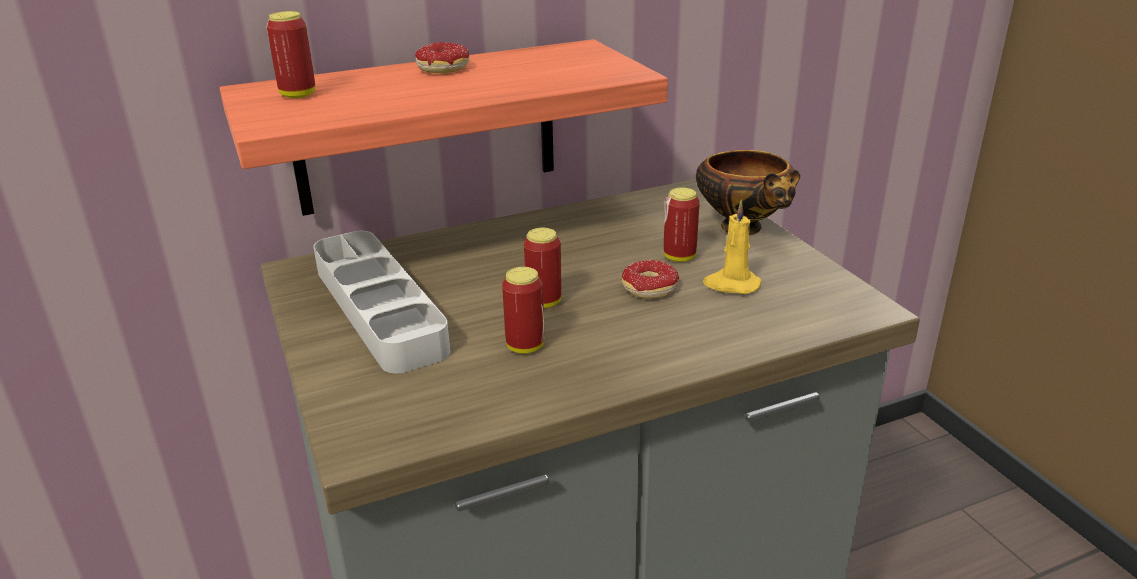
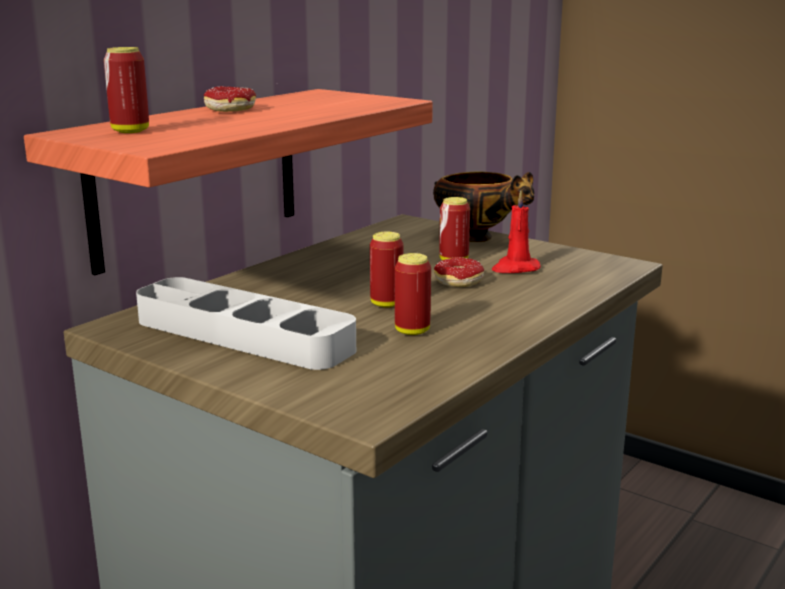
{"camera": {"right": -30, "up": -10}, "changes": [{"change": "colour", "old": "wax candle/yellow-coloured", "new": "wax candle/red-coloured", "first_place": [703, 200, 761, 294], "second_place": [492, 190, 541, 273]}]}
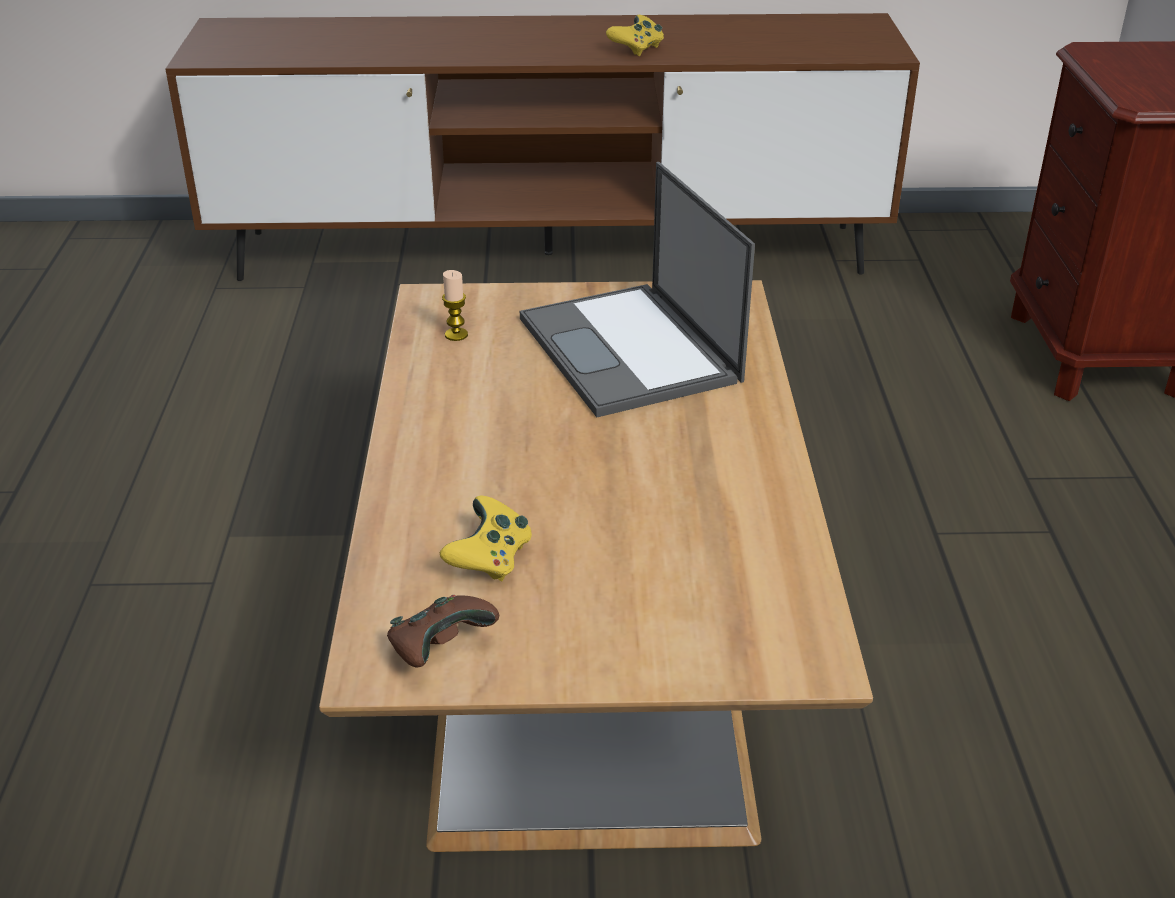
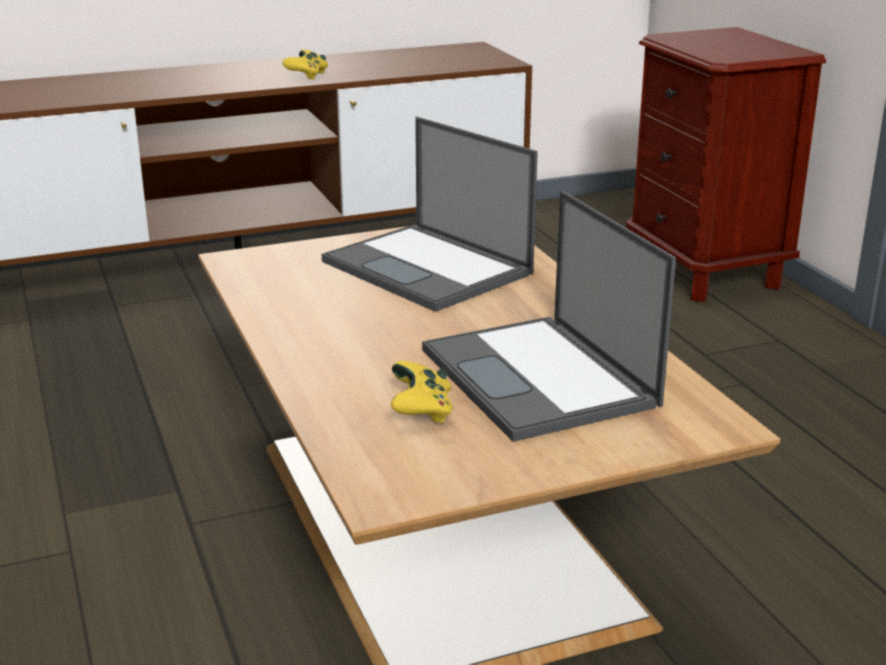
{"camera": {"right": -20, "up": -10}, "changes": [{"change": "missing", "old": "joypad/brown", "first_place": [387, 595, 499, 667]}, {"change": "missing", "old": "wax candle", "first_place": [442, 270, 468, 341]}, {"change": "appeared", "new": "portable computer", "second_place": [422, 190, 676, 442]}]}
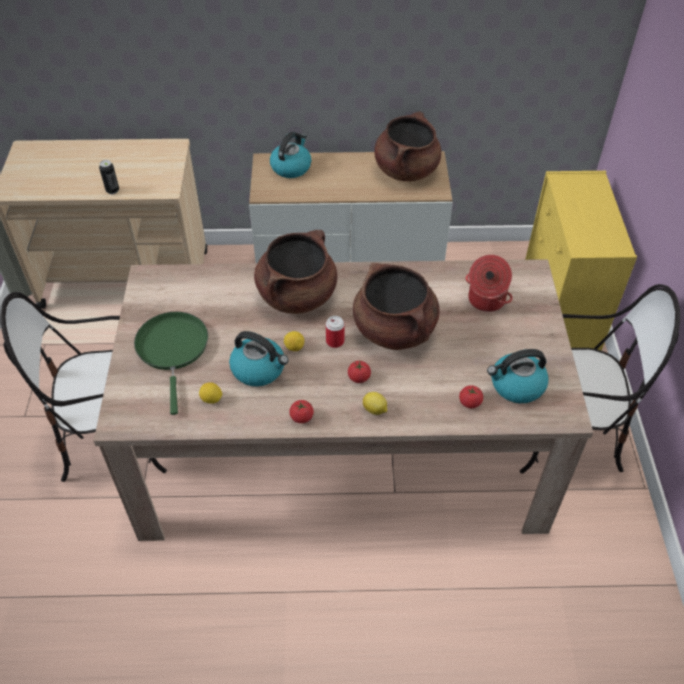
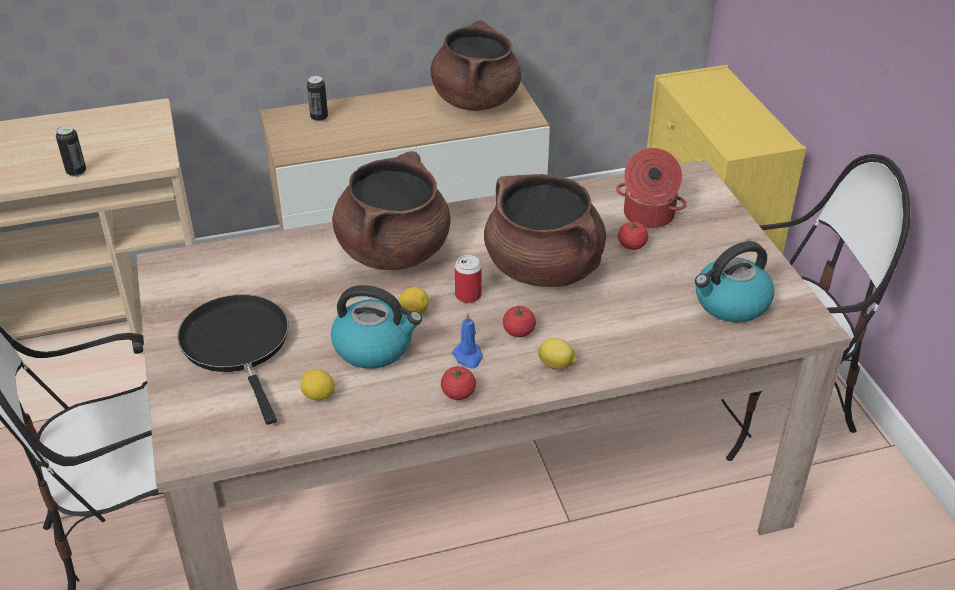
{"camera": {"right": -15, "up": -10}, "changes": [{"change": "appeared", "new": "wax candle/blue", "second_place": [452, 313, 483, 369]}, {"change": "relocated", "old": "tomato", "first_place": [459, 385, 483, 408], "second_place": [618, 221, 648, 250]}, {"change": "exchanged", "old": "kettle", "new": "can", "first_place": [270, 132, 311, 178], "second_place": [307, 76, 328, 122]}, {"change": "colour", "old": "frying pan/greenish", "new": "frying pan/black", "first_place": [134, 312, 208, 415], "second_place": [177, 294, 289, 425]}]}
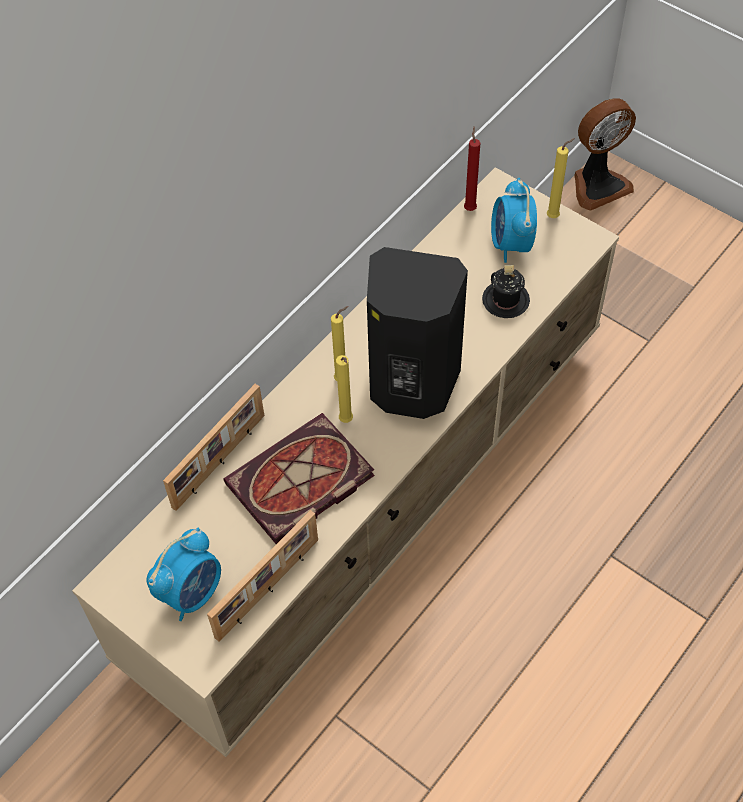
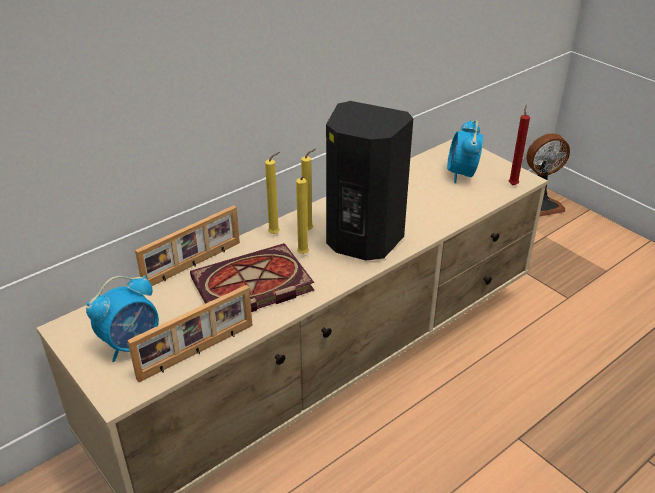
{"camera": {"right": 10, "up": -20}, "changes": [{"change": "missing", "old": "mug/black", "first_place": [482, 265, 530, 318]}, {"change": "relocated", "old": "wax candle/red-coloured", "first_place": [464, 126, 480, 211], "second_place": [509, 104, 530, 185]}, {"change": "relocated", "old": "wax candle/yellow-coloured", "first_place": [547, 138, 575, 218], "second_place": [265, 152, 280, 234]}]}
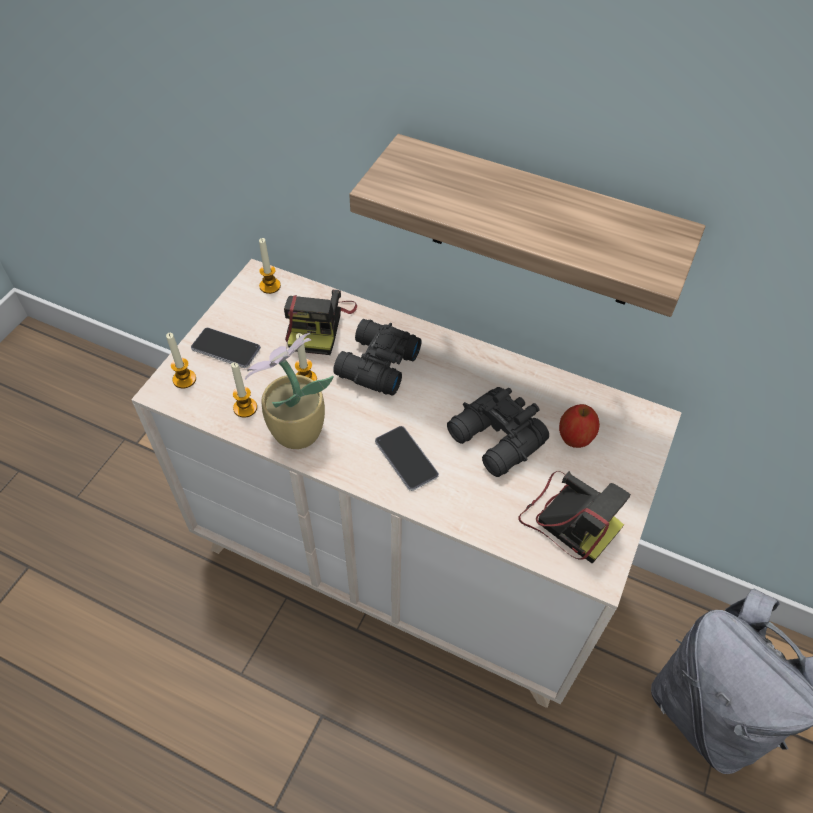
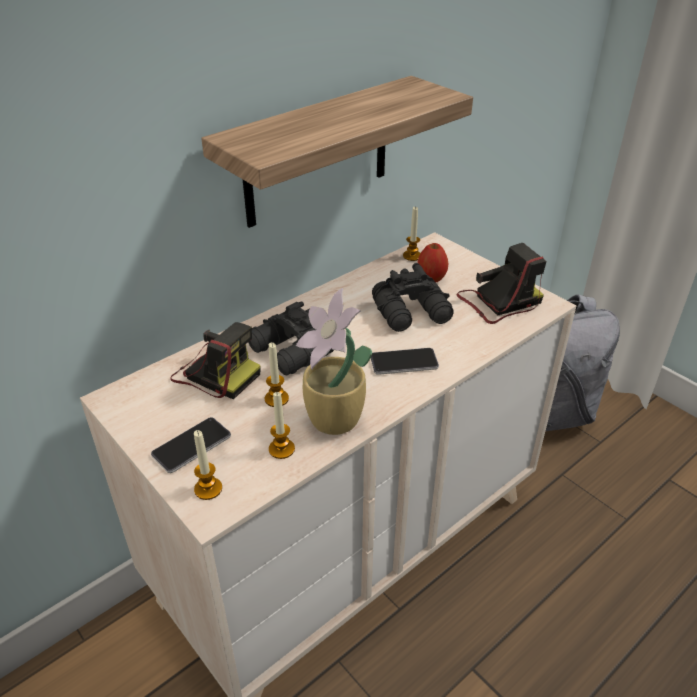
{"camera": {"right": -65, "up": -15}, "changes": [{"change": "relocated", "old": "wax candle", "first_place": [259, 238, 281, 294], "second_place": [403, 206, 420, 261]}]}
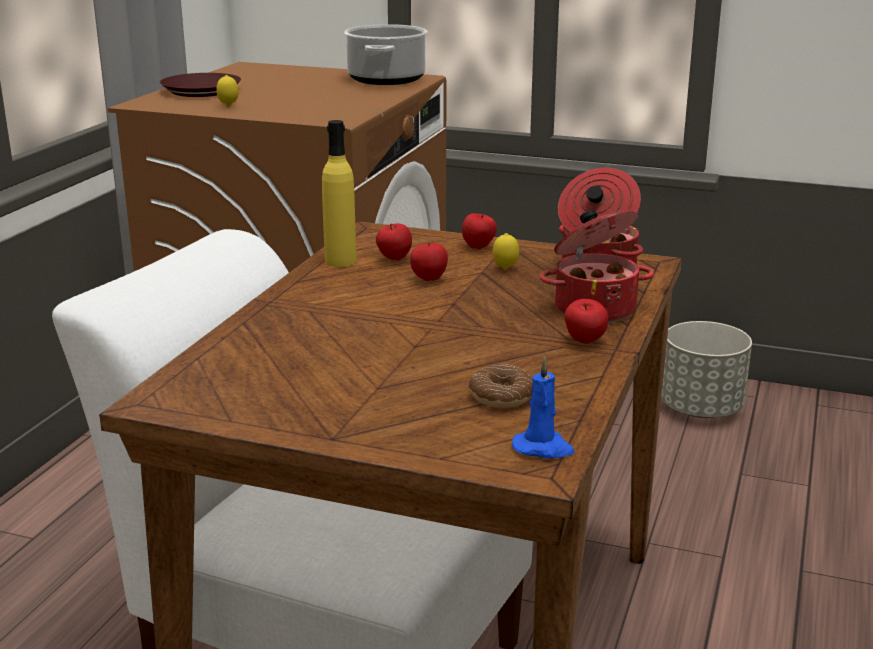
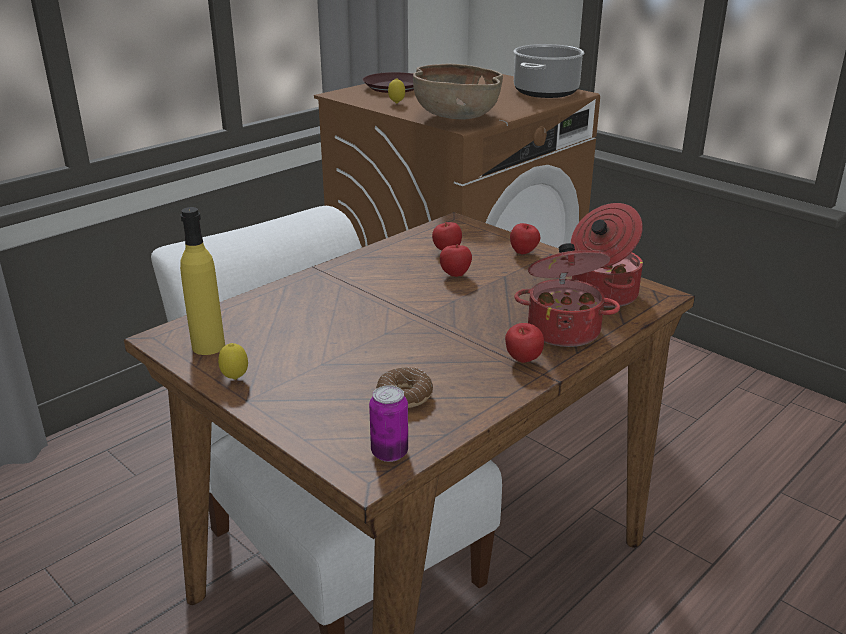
{"camera": {"right": 25, "up": 5}, "changes": [{"change": "missing", "old": "plant pot/grey", "first_place": [661, 321, 752, 418]}, {"change": "appeared", "new": "deep dish/brown", "second_place": [413, 64, 503, 119]}, {"change": "relocated", "old": "bottle/yellow-coloured", "first_place": [322, 120, 357, 267], "second_place": [180, 207, 225, 355]}, {"change": "relocated", "old": "whole lemon", "first_place": [493, 233, 519, 270], "second_place": [218, 343, 248, 380]}, {"change": "exchanged", "old": "wax candle/blue", "new": "can", "first_place": [512, 357, 575, 459], "second_place": [369, 385, 408, 462]}]}
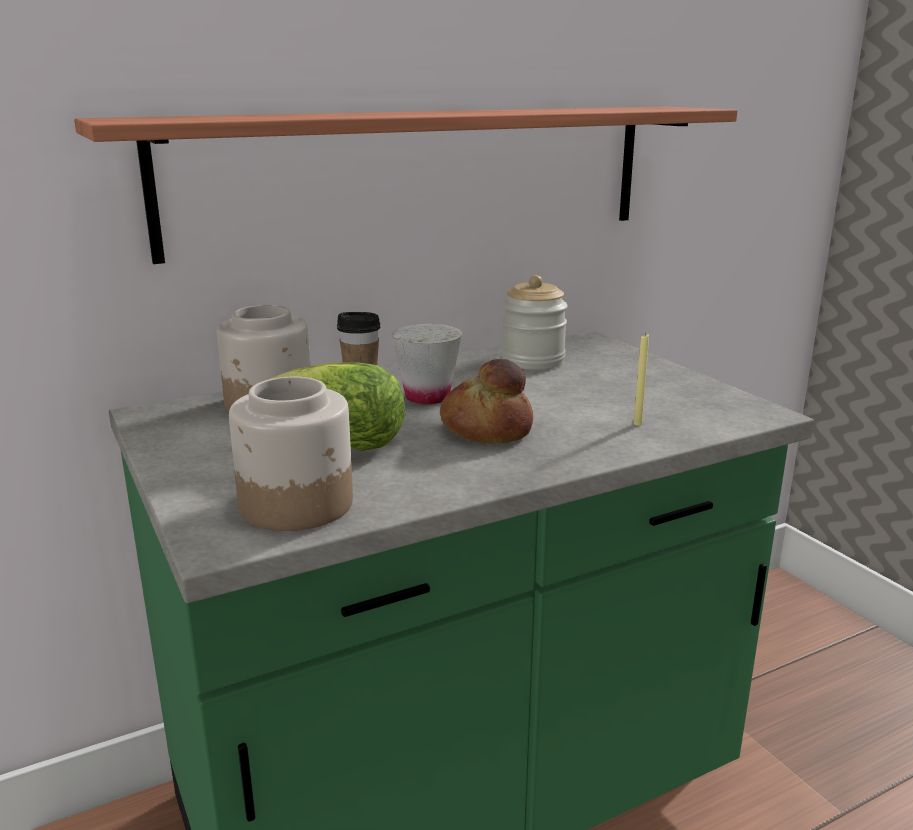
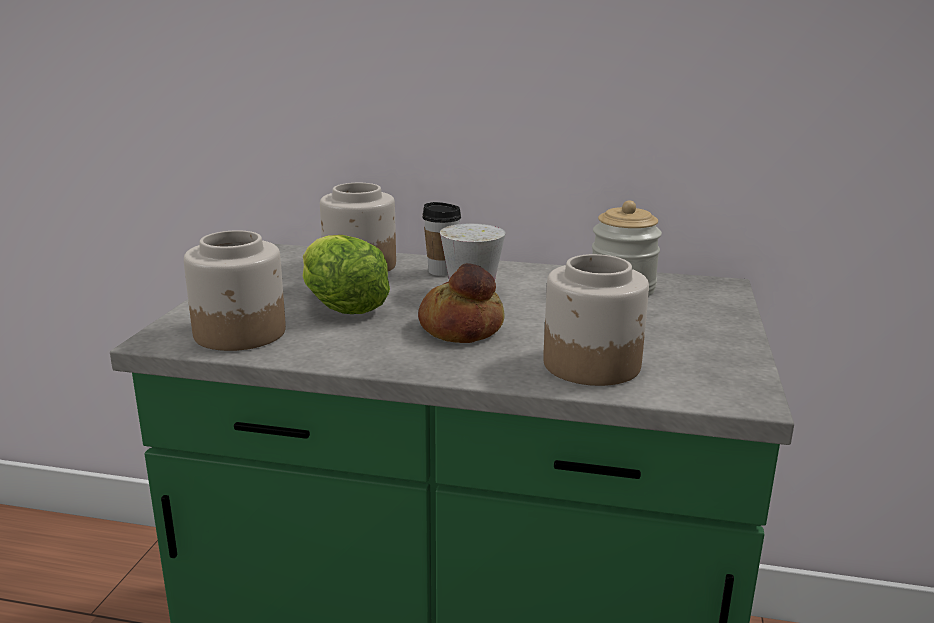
{"camera": {"right": 40, "up": 0}, "changes": [{"change": "missing", "old": "shelf", "first_place": [74, 107, 737, 264]}, {"change": "exchanged", "old": "wax candle/yellow-coloured", "new": "jar", "first_place": [633, 335, 649, 425], "second_place": [543, 254, 649, 386]}]}
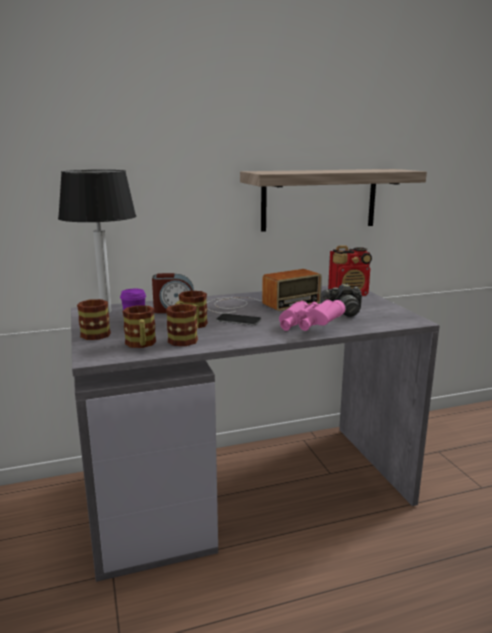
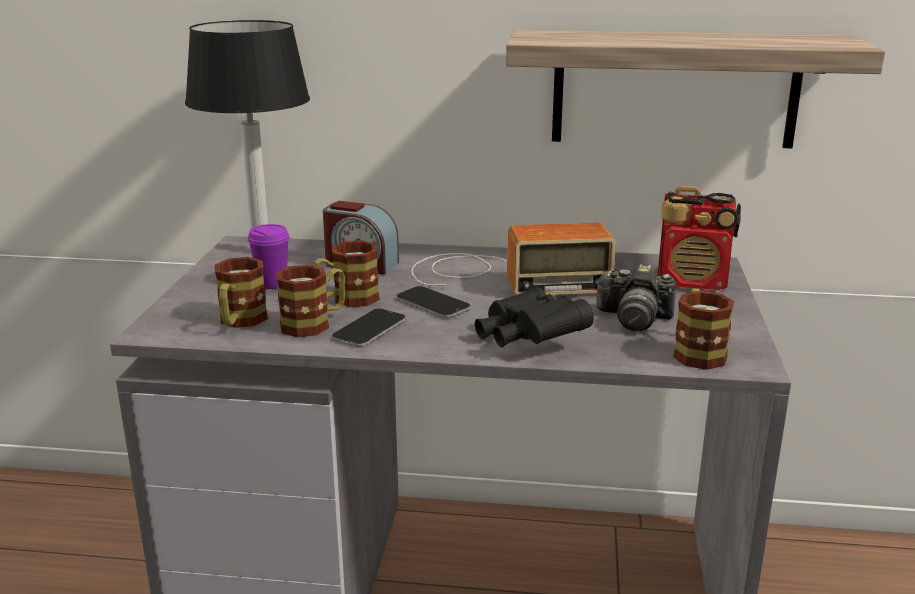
{"camera": {"right": 25, "up": 5}, "changes": [{"change": "appeared", "new": "handset", "second_place": [332, 309, 406, 347]}, {"change": "relocated", "old": "mug", "first_place": [77, 299, 111, 340], "second_place": [673, 289, 734, 370]}, {"change": "colour", "old": "field glasses/pink-coloured", "new": "field glasses/black", "first_place": [279, 300, 345, 331], "second_place": [475, 287, 594, 347]}]}
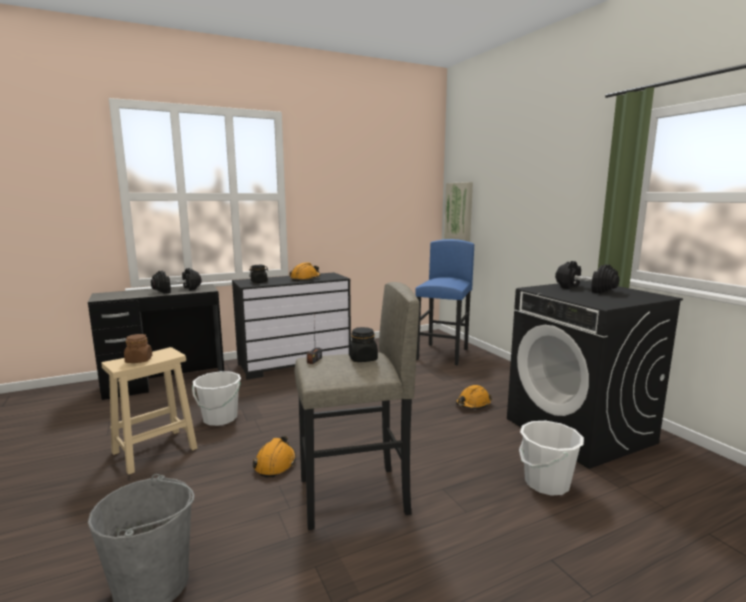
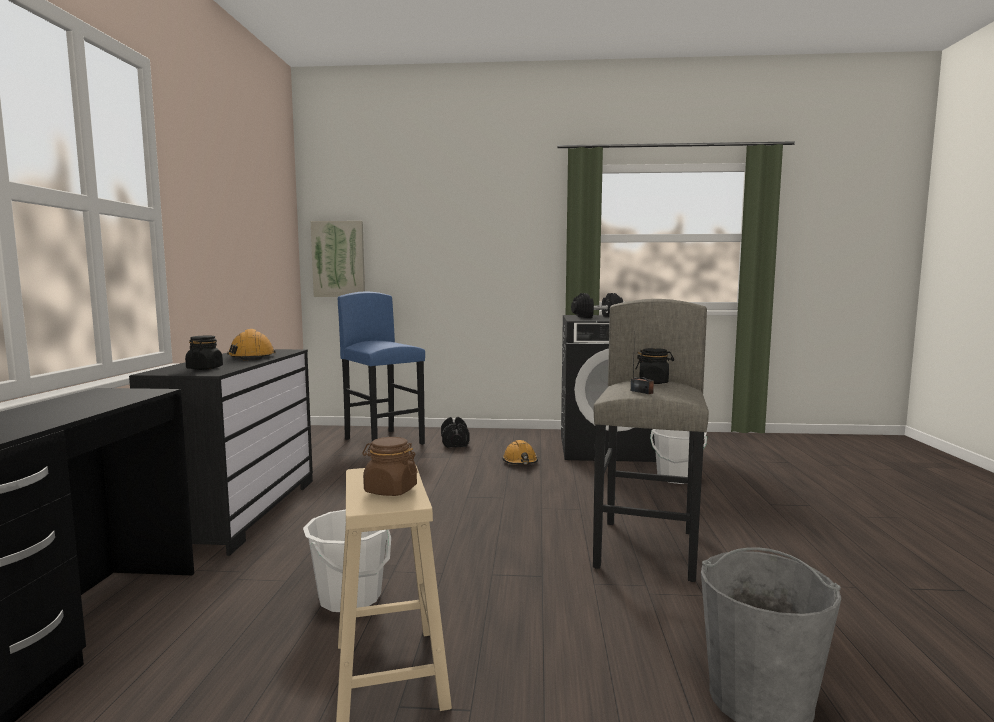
{"camera": {"right": -60, "up": -5}, "changes": [{"change": "missing", "old": "work helmet/orangey", "first_place": [252, 436, 296, 478]}, {"change": "relocated", "old": "hand weight/black", "first_place": [151, 268, 202, 294], "second_place": [441, 417, 470, 448]}]}
